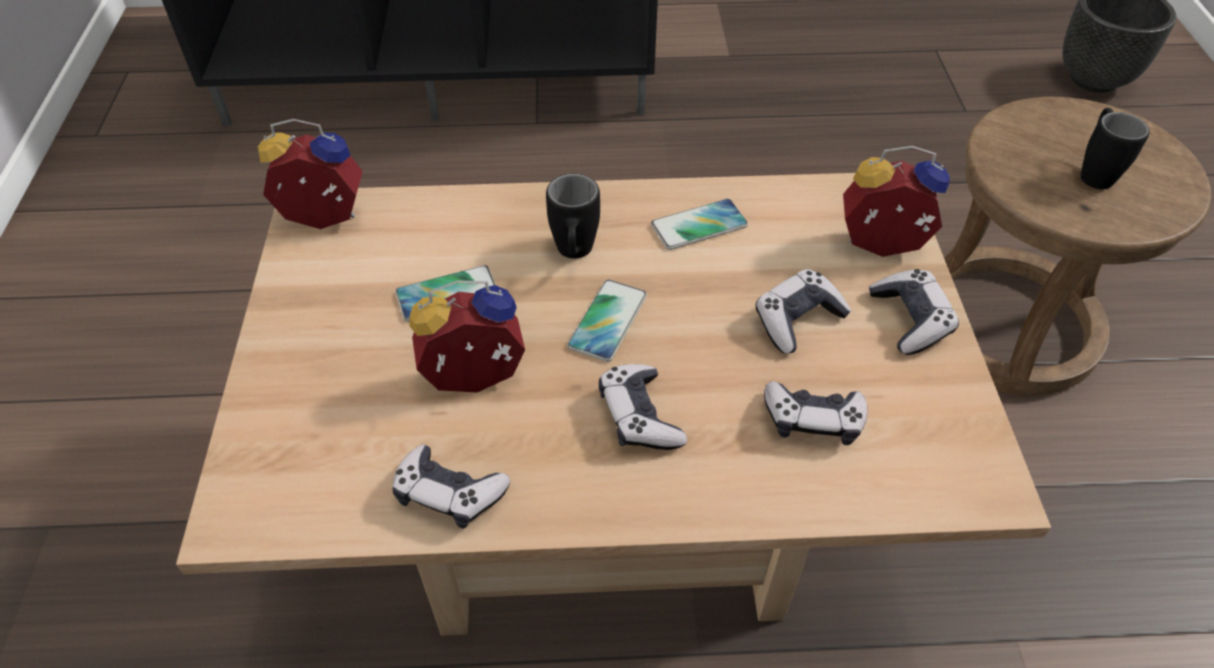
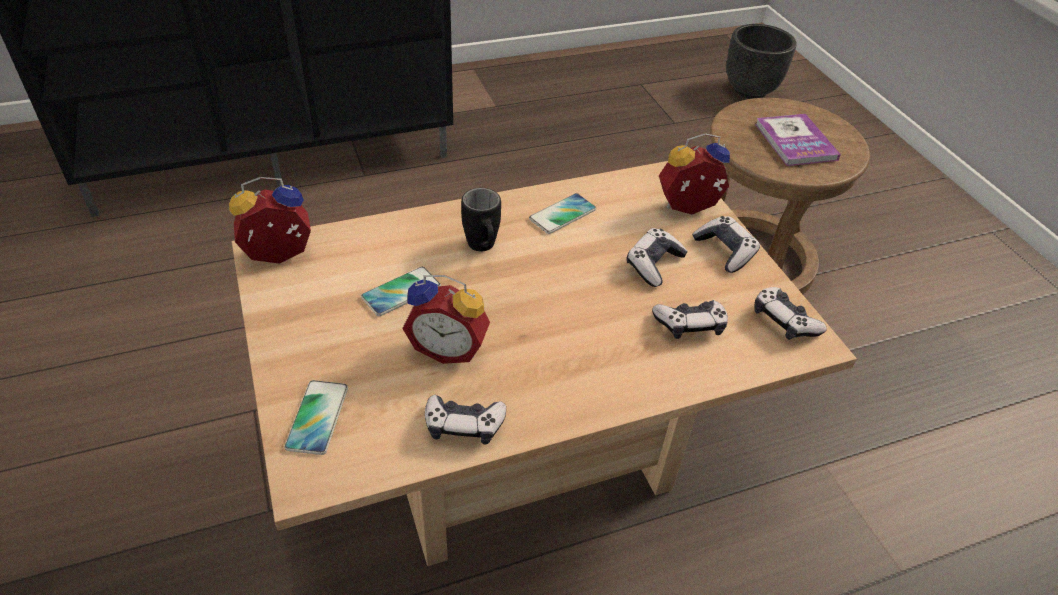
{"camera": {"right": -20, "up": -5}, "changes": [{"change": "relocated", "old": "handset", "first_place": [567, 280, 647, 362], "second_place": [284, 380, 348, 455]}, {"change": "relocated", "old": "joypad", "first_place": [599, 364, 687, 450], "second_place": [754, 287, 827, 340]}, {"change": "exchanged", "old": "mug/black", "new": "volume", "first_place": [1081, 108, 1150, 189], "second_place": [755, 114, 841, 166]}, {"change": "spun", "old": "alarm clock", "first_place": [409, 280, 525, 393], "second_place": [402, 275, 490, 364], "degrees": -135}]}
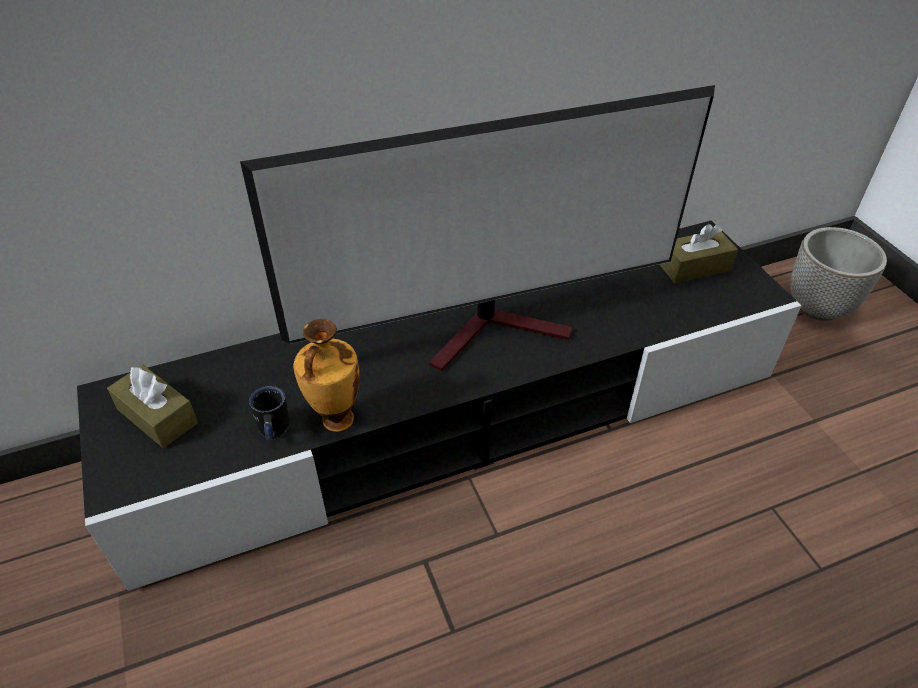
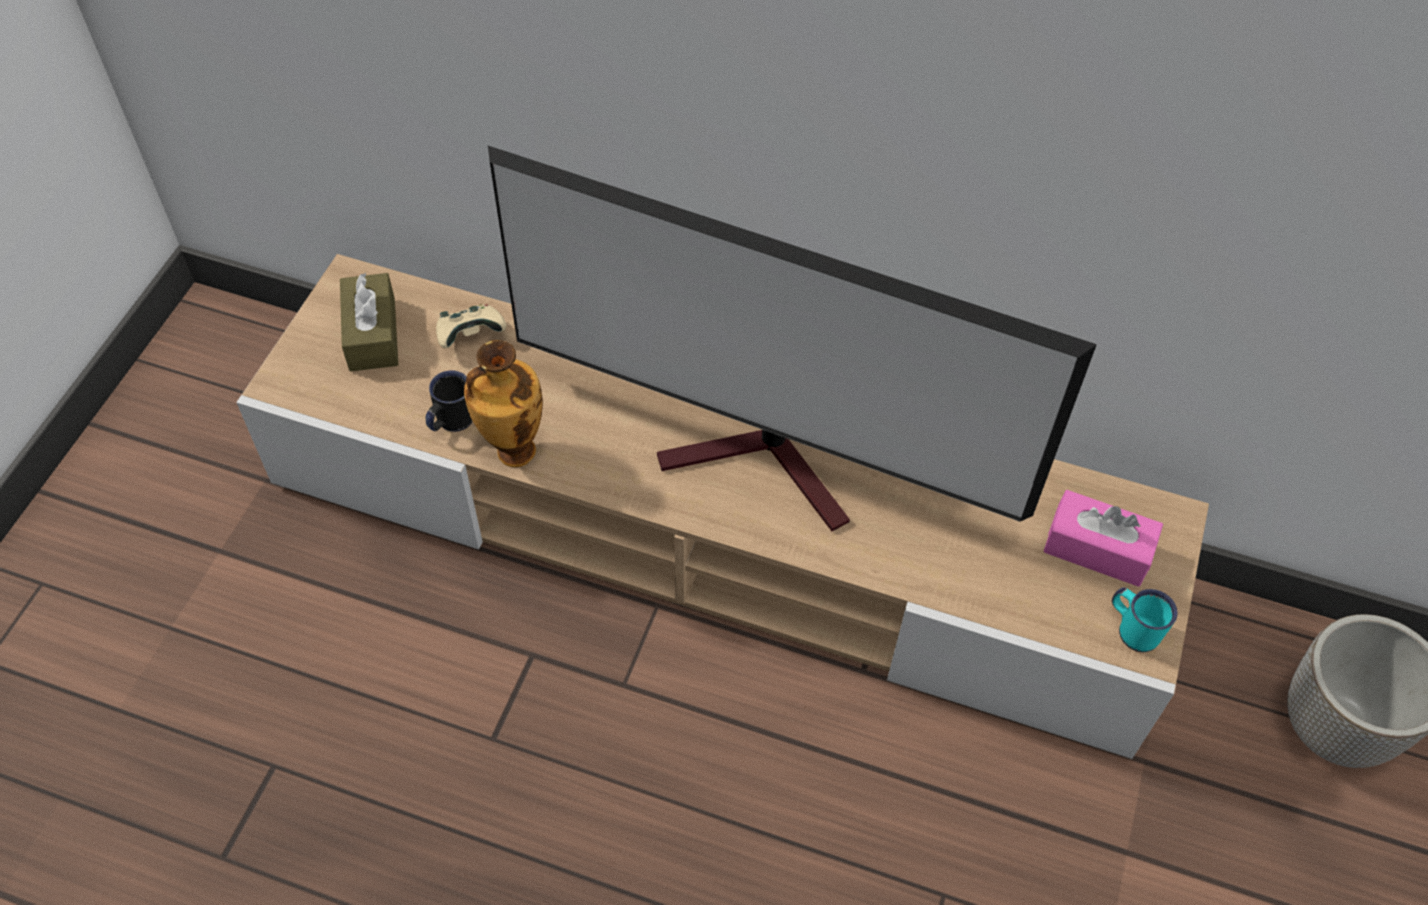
{"camera": {"right": 40, "up": 10}, "changes": [{"change": "appeared", "new": "joypad/beige-coloured", "second_place": [436, 304, 506, 348]}, {"change": "appeared", "new": "mug/blue-green", "second_place": [1112, 587, 1178, 652]}, {"change": "colour", "old": "tv stand/black", "new": "tv stand/beige-coloured", "first_place": [77, 221, 802, 591], "second_place": [236, 254, 1209, 759]}, {"change": "colour", "old": "tissue holder/brown", "new": "tissue holder/pink-coloured", "first_place": [659, 224, 738, 283], "second_place": [1043, 490, 1163, 587]}]}
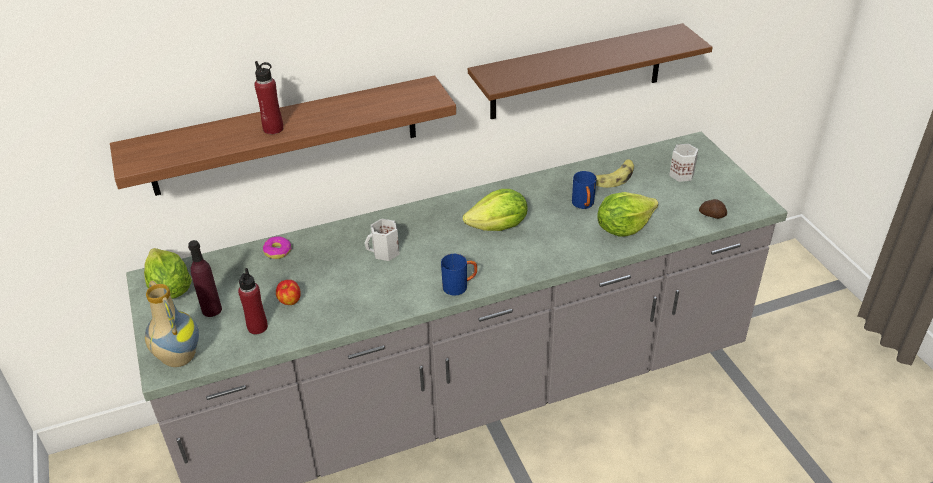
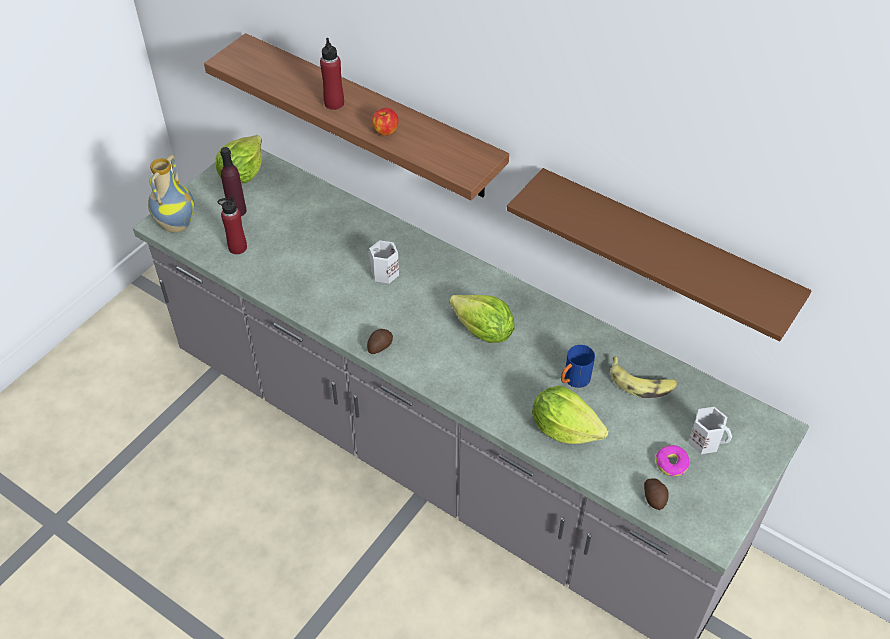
{"camera": {"right": 55, "up": 10}, "changes": [{"change": "relocated", "old": "donut", "first_place": [263, 236, 292, 259], "second_place": [656, 445, 690, 476]}, {"change": "relocated", "old": "apple", "first_place": [276, 280, 301, 305], "second_place": [372, 108, 399, 136]}, {"change": "exchanged", "old": "mug/blue", "new": "whole potato", "first_place": [441, 254, 477, 296], "second_place": [367, 329, 393, 354]}]}
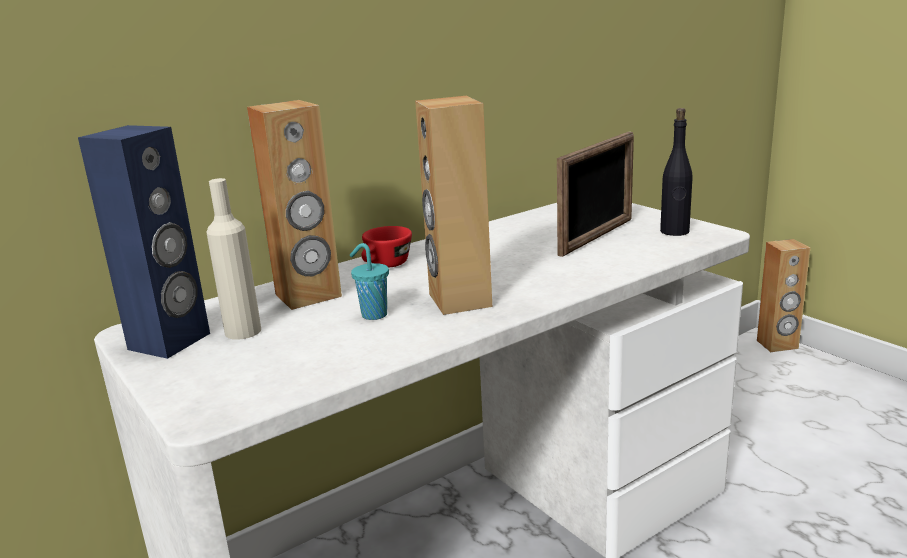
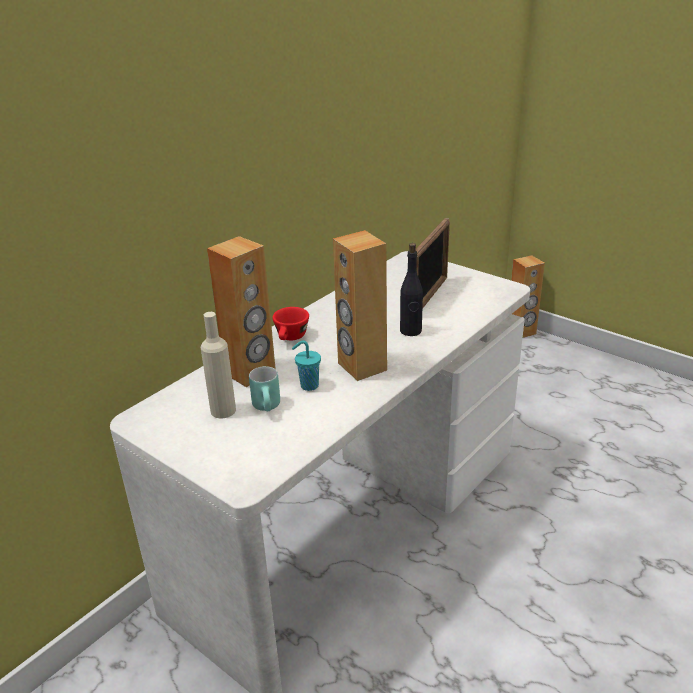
{"camera": {"right": -15, "up": 10}, "changes": [{"change": "missing", "old": "audio speaker/blue", "first_place": [78, 125, 210, 359]}, {"change": "appeared", "new": "mug/blue-green", "second_place": [249, 366, 280, 411]}, {"change": "relocated", "old": "bottle/black", "first_place": [660, 108, 692, 236], "second_place": [400, 243, 423, 336]}]}
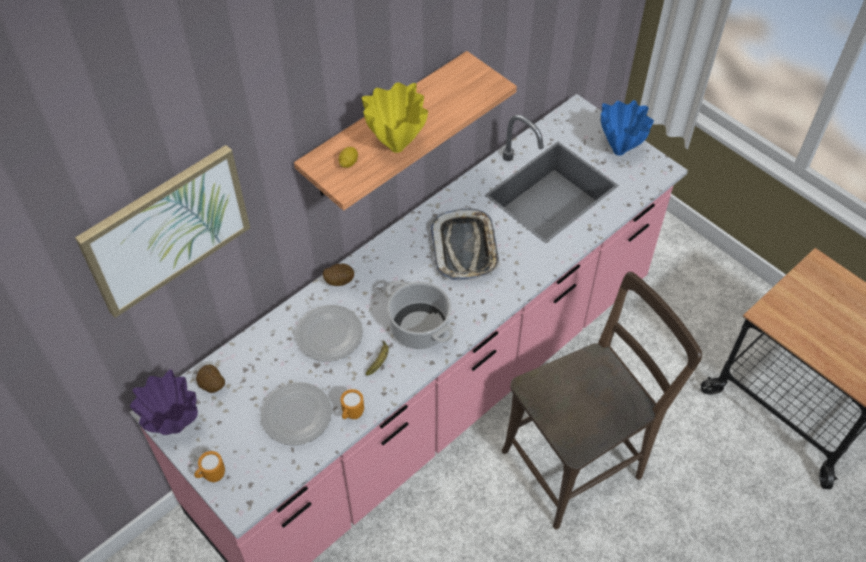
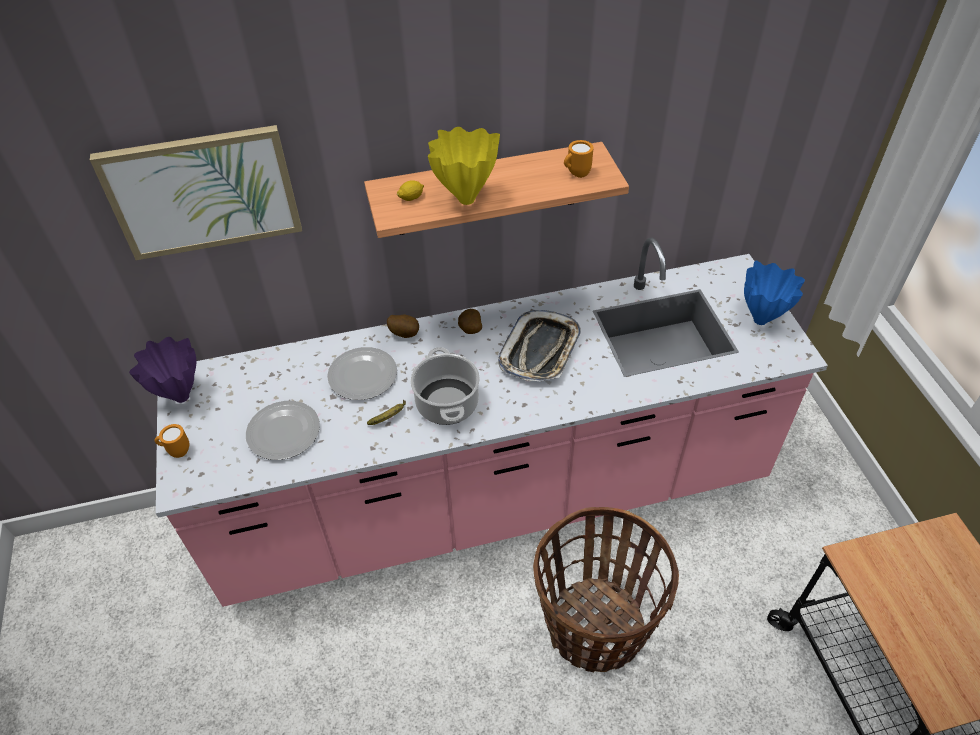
{"camera": {"right": 30, "up": -5}, "changes": [{"change": "relocated", "old": "whole potato", "first_place": [196, 364, 225, 393], "second_place": [458, 309, 482, 334]}, {"change": "relocated", "old": "mug/orangey", "first_place": [341, 389, 364, 419], "second_place": [564, 140, 593, 178]}, {"change": "exchanged", "old": "upright chair/brown", "new": "basket", "first_place": [502, 272, 702, 529], "second_place": [533, 507, 679, 672]}]}
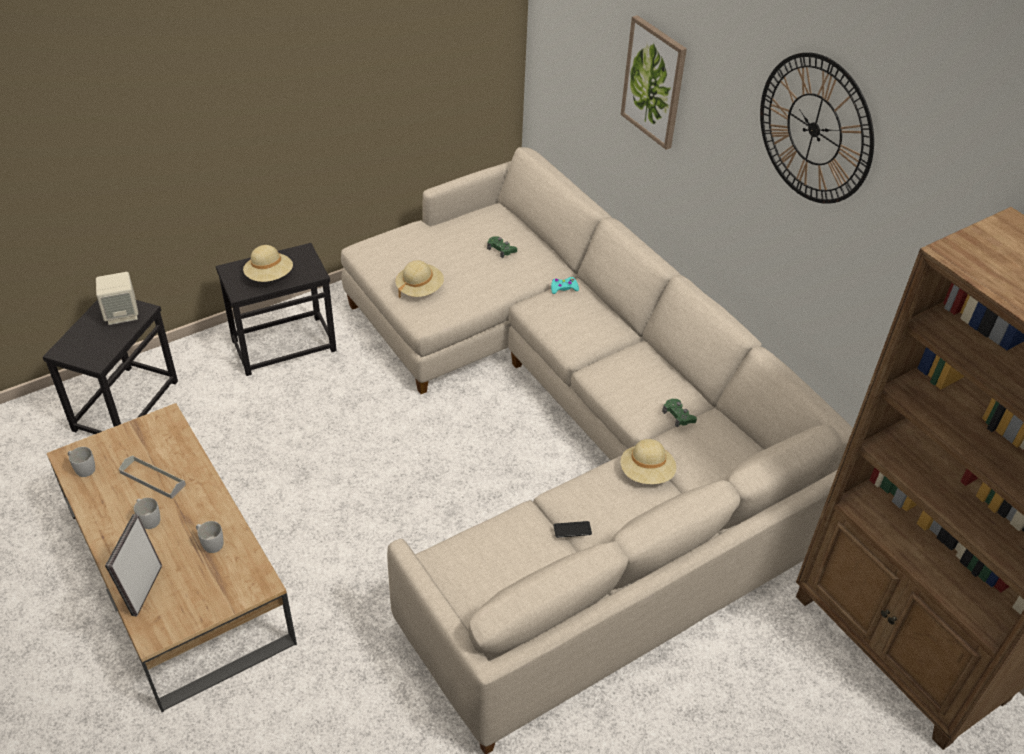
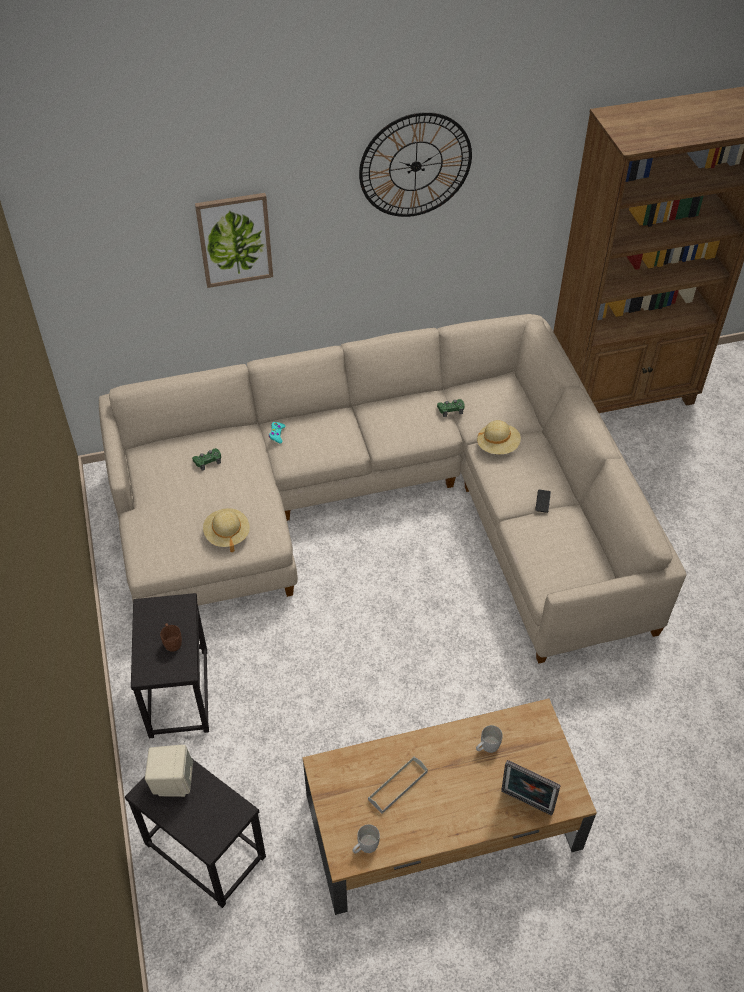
{"camera": {"right": -70, "up": 5}, "changes": [{"change": "missing", "old": "mug/white", "first_place": [134, 498, 160, 529]}, {"change": "exchanged", "old": "clothing hat/beige-coloured", "new": "mug/brown", "first_place": [243, 245, 293, 282], "second_place": [160, 623, 182, 652]}]}
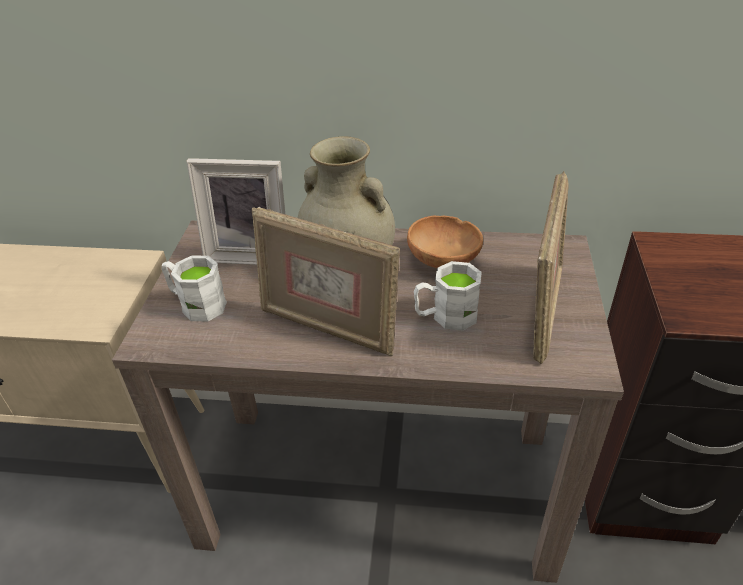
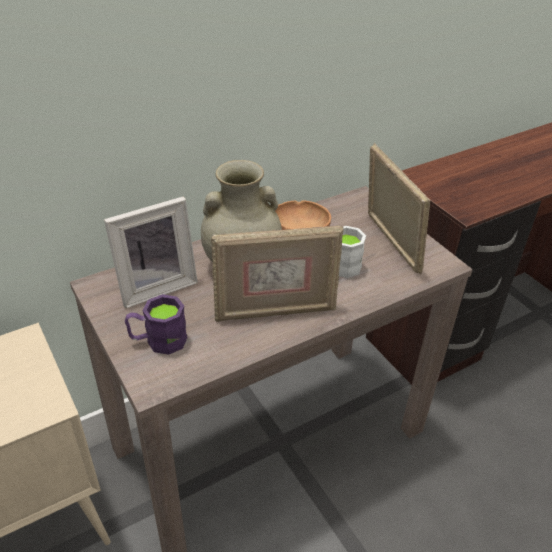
{"camera": {"right": -40, "up": 0}, "changes": [{"change": "colour", "old": "mug/white", "new": "mug/purplish", "first_place": [162, 255, 227, 322], "second_place": [125, 294, 187, 355]}]}
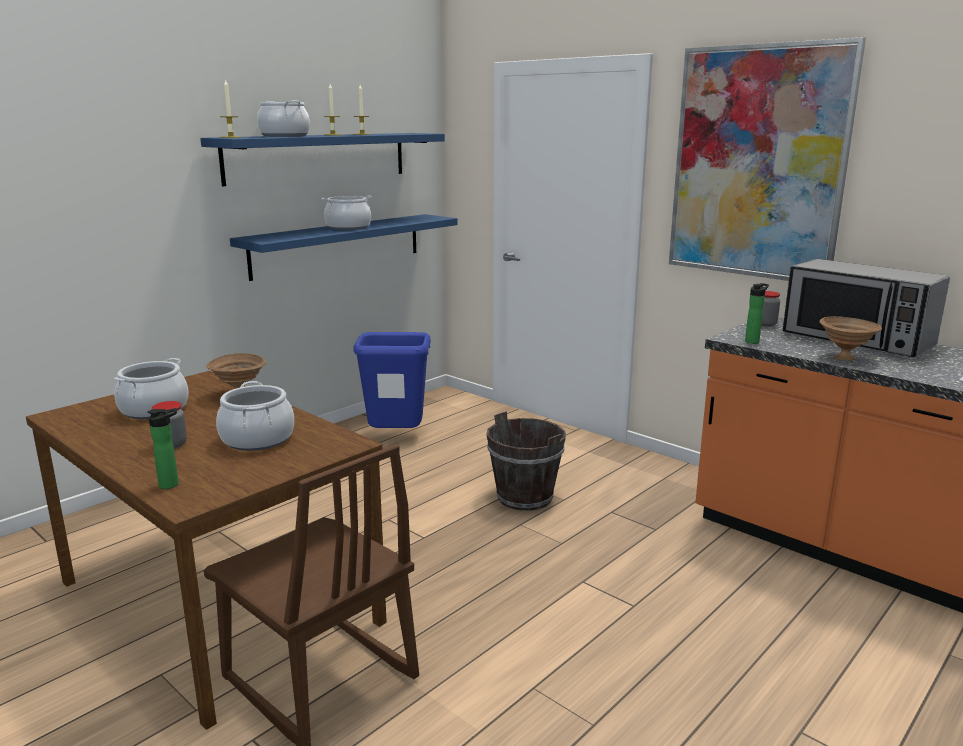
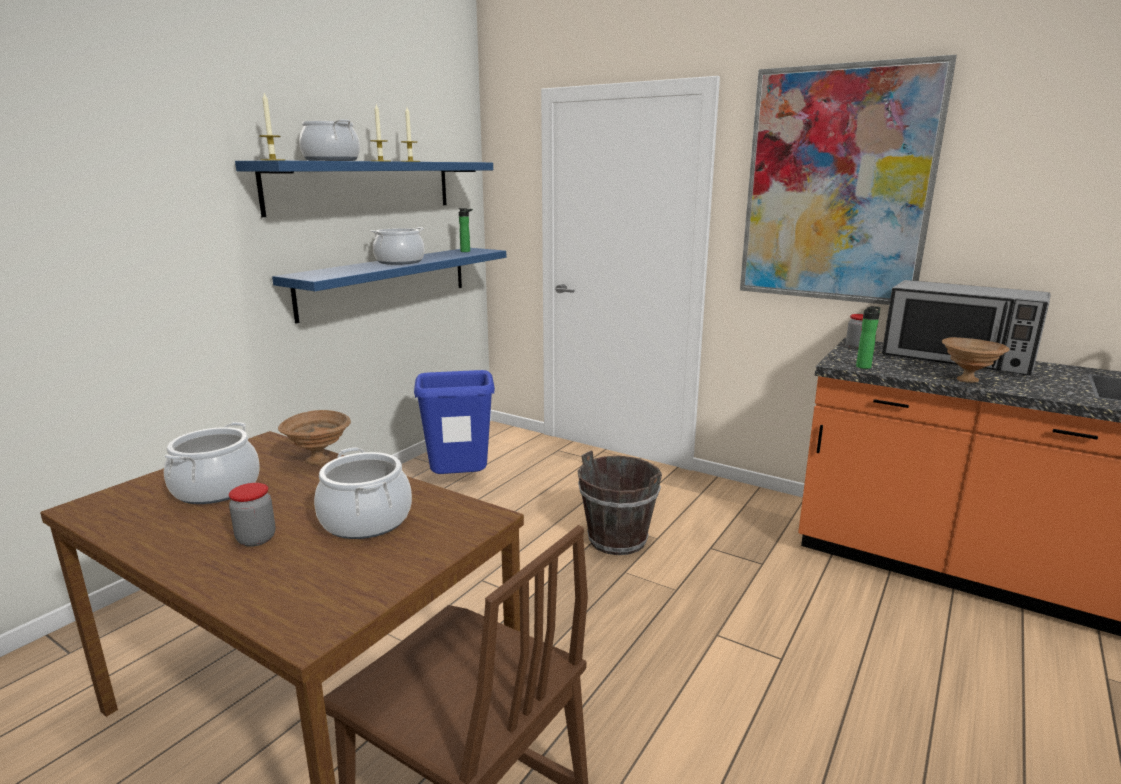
{"camera": {"right": -10, "up": 0}, "changes": [{"change": "relocated", "old": "bottle", "first_place": [147, 408, 179, 489], "second_place": [458, 208, 473, 252]}]}
